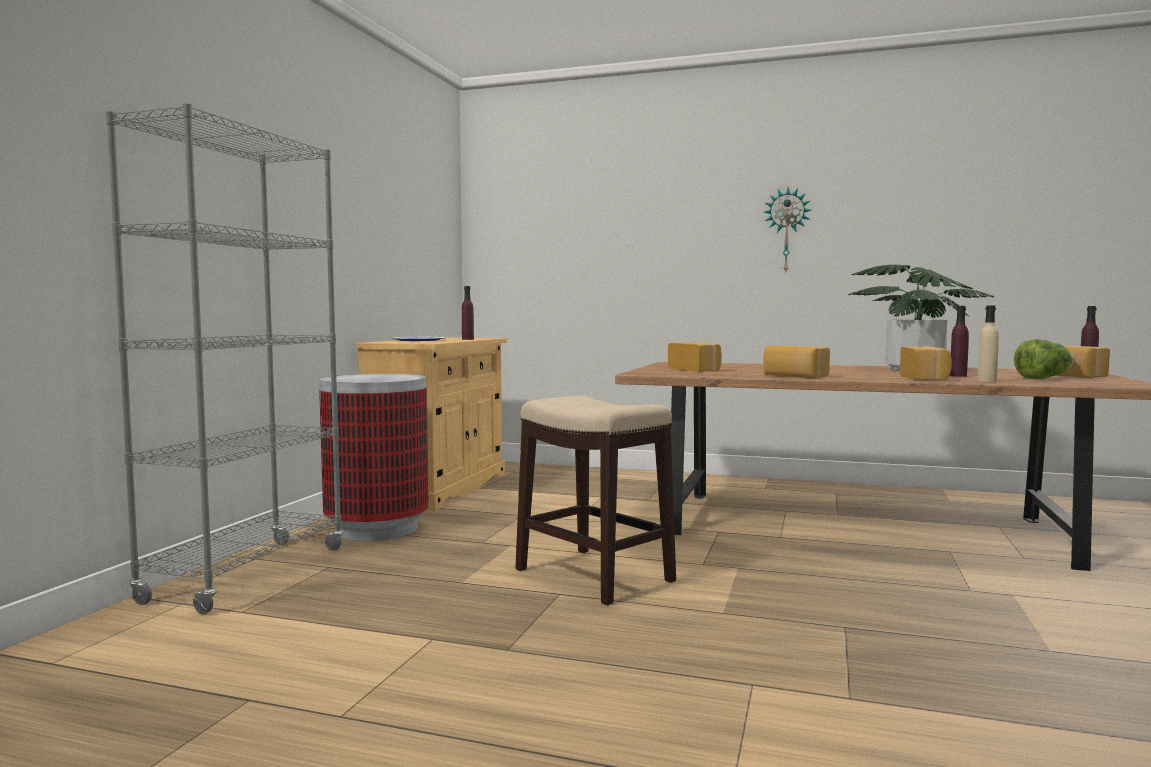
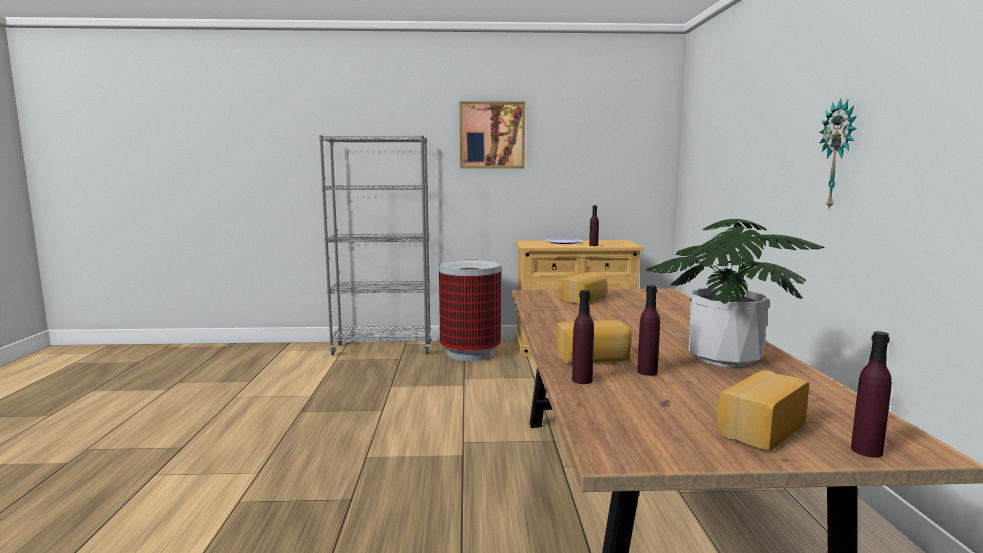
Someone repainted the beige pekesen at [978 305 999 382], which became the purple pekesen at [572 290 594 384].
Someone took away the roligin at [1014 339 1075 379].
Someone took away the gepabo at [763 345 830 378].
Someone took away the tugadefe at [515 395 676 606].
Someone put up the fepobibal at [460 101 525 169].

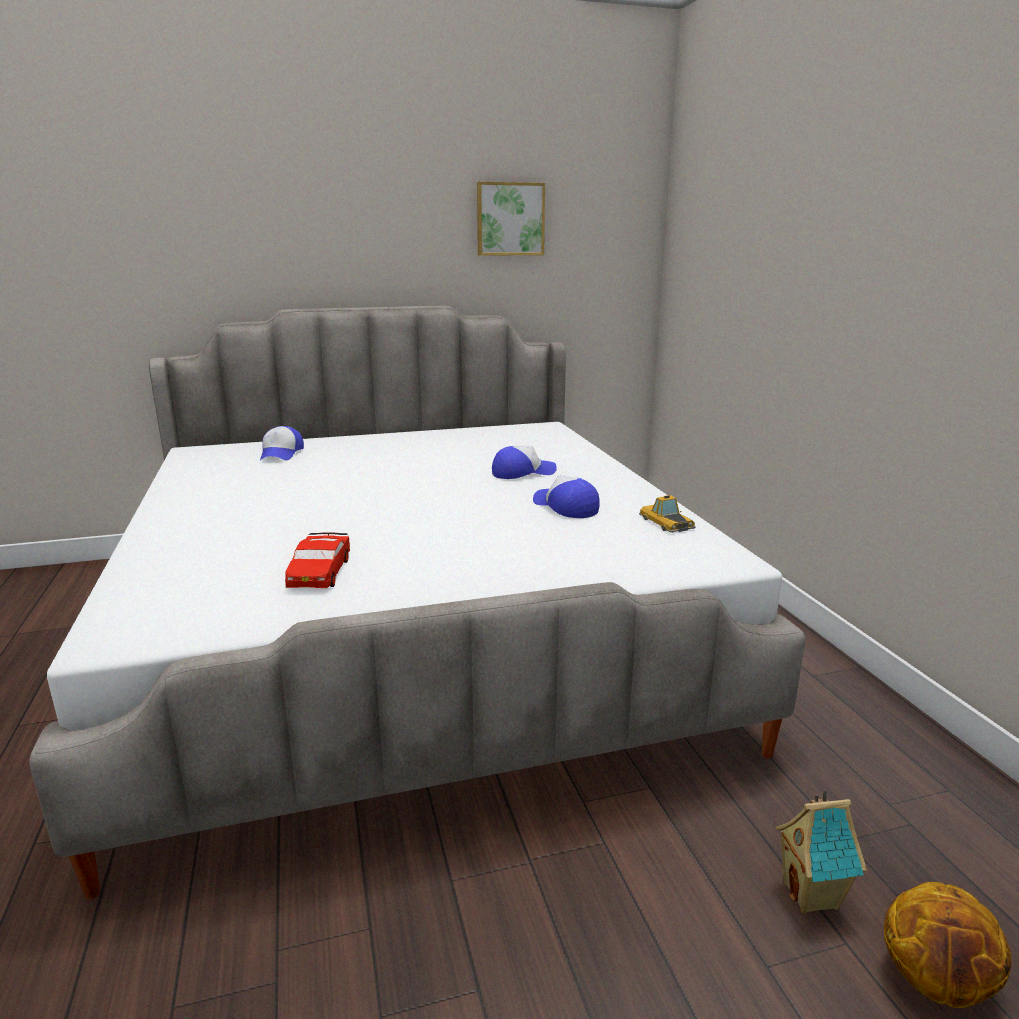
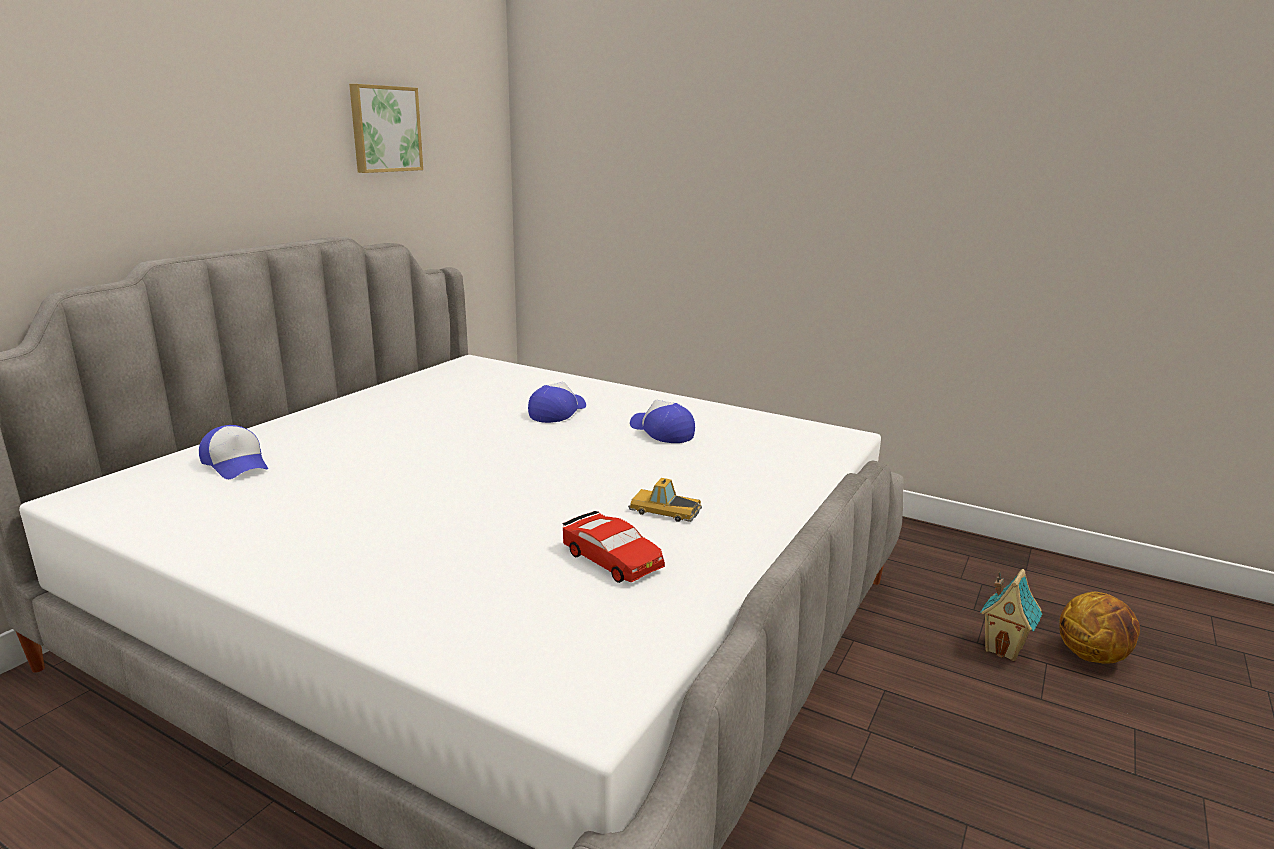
Someone rotated the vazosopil at [533 475 600 518] by 45 degrees clockwise.
Someone carried the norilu from [639 495 696 533] to [628 478 702 522].

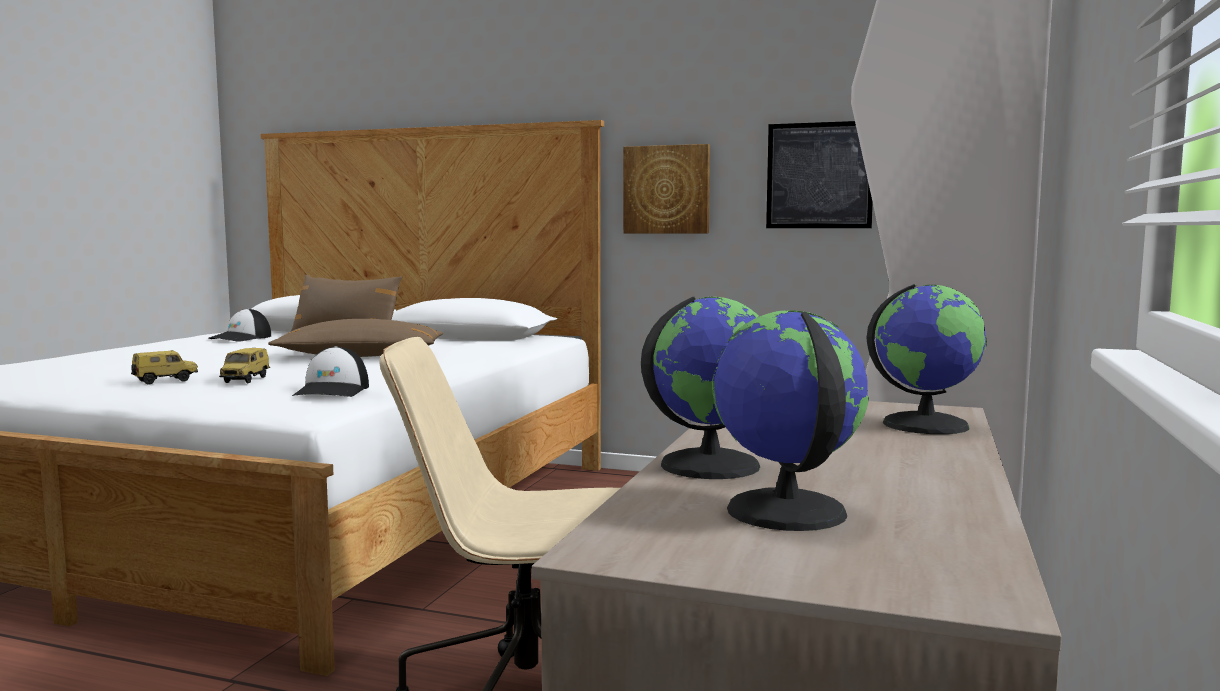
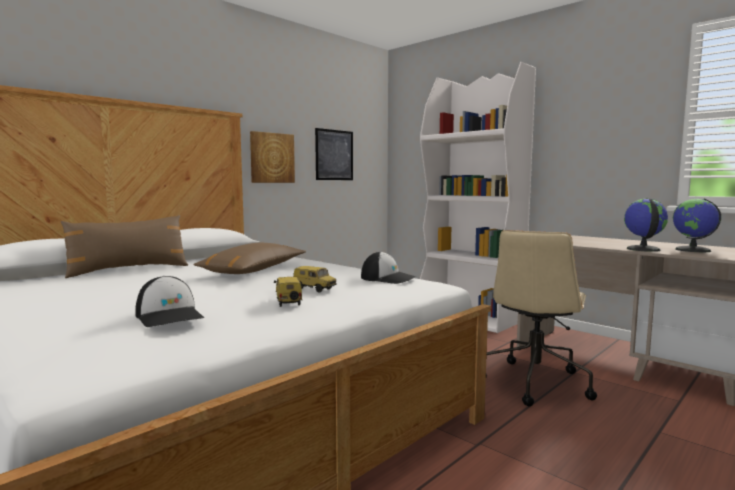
Someone took away the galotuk at [866 284 987 434].
Someone carried the vazosopil from [208 308 271 342] to [135 276 204 327].

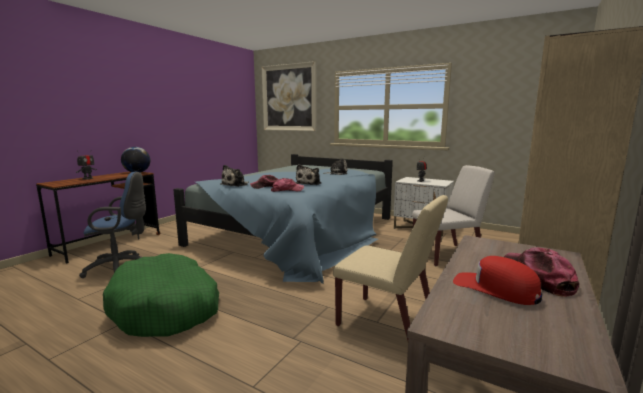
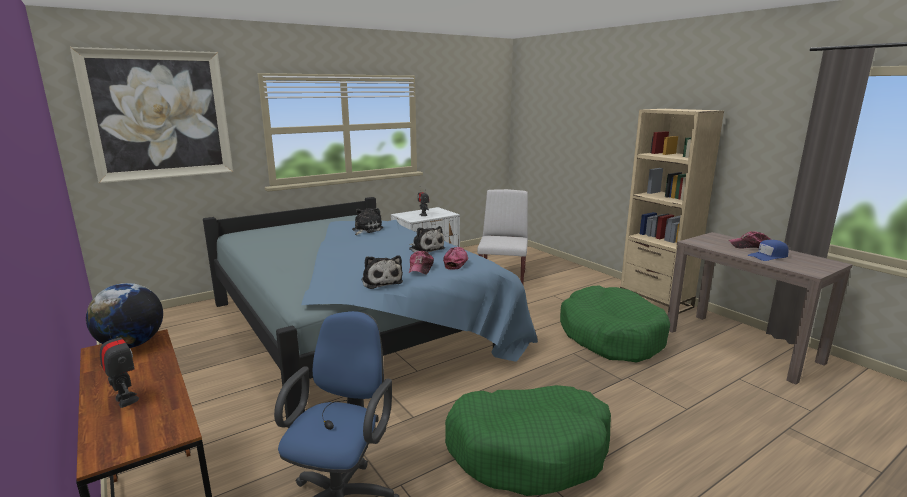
Someone swapped the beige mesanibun at [333 195 448 340] for the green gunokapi at [560 286 670 363].
Someone repainted the red vazosopil at [453 256 542 305], which became the blue vazosopil at [748 240 789 261].

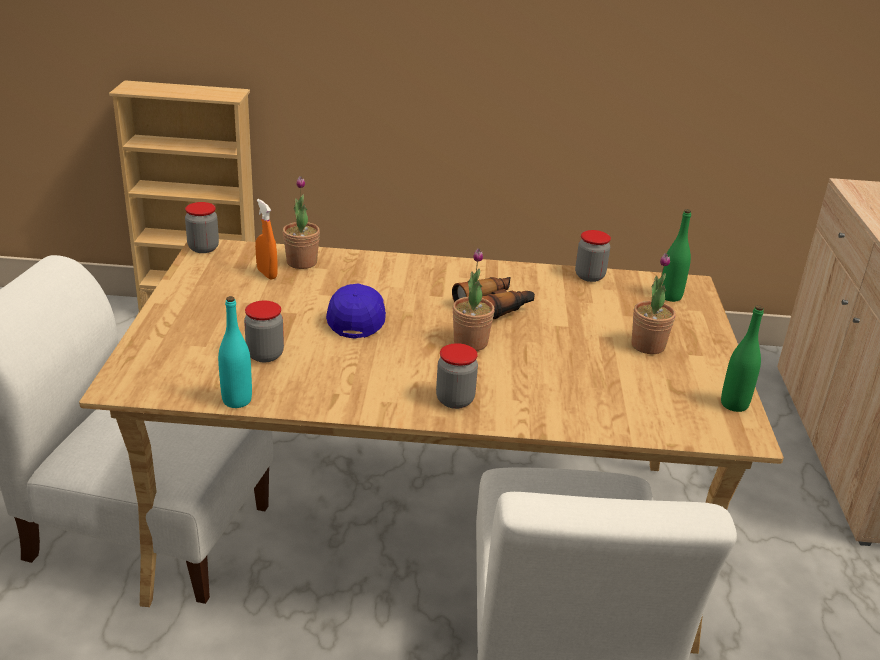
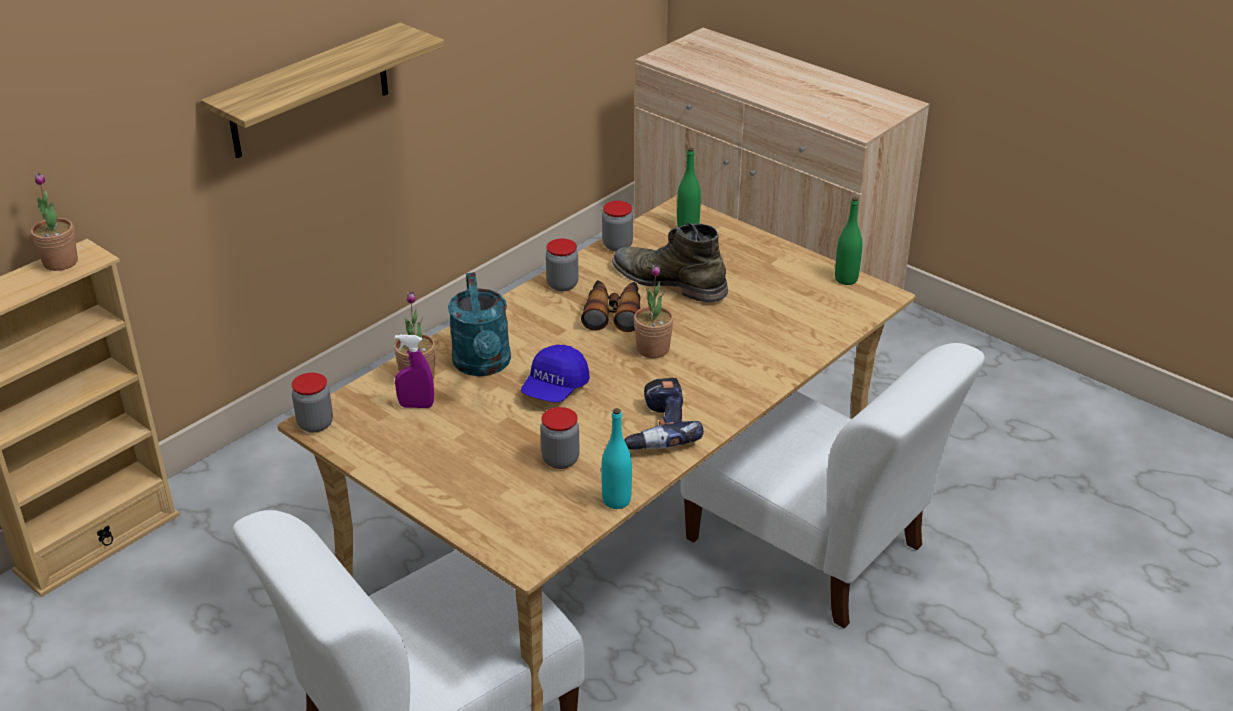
Someone repainted the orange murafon at [255 199 278 280], which became the purple murafon at [395 335 434 408].
Someone carried the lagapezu from [631 253 676 354] to [31 172 78 271].
Someone rotated the blue vazosopil at [326 283 386 339] by 105 degrees counterclockwise.
Someone carried the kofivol from [436 343 478 409] to [546 239 579 291].
Someone put up the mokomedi at [201 23 444 158].
Someone put down the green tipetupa at [612 223 728 302].
Someone put down the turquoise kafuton at [448 272 511 376].
Someone put down the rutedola at [624 378 703 450].

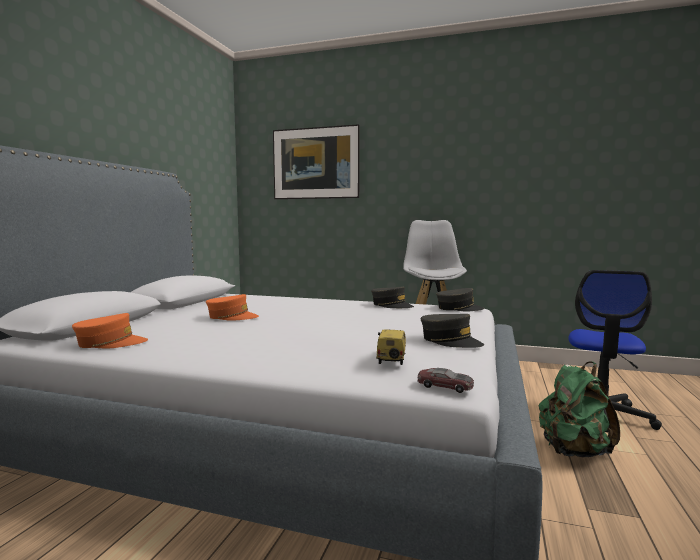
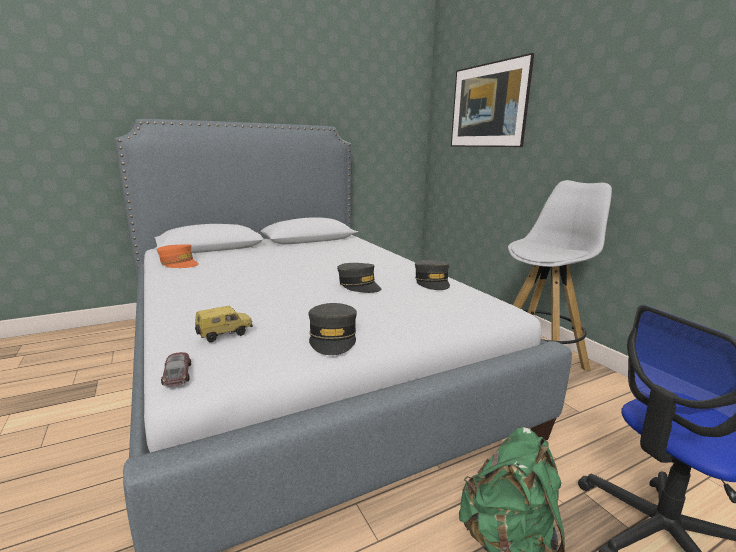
Someone carried the grey vazosopil from [436 288 484 311] to [337 263 381 293].
Someone took away the orange vazosopil at [206 294 259 321].

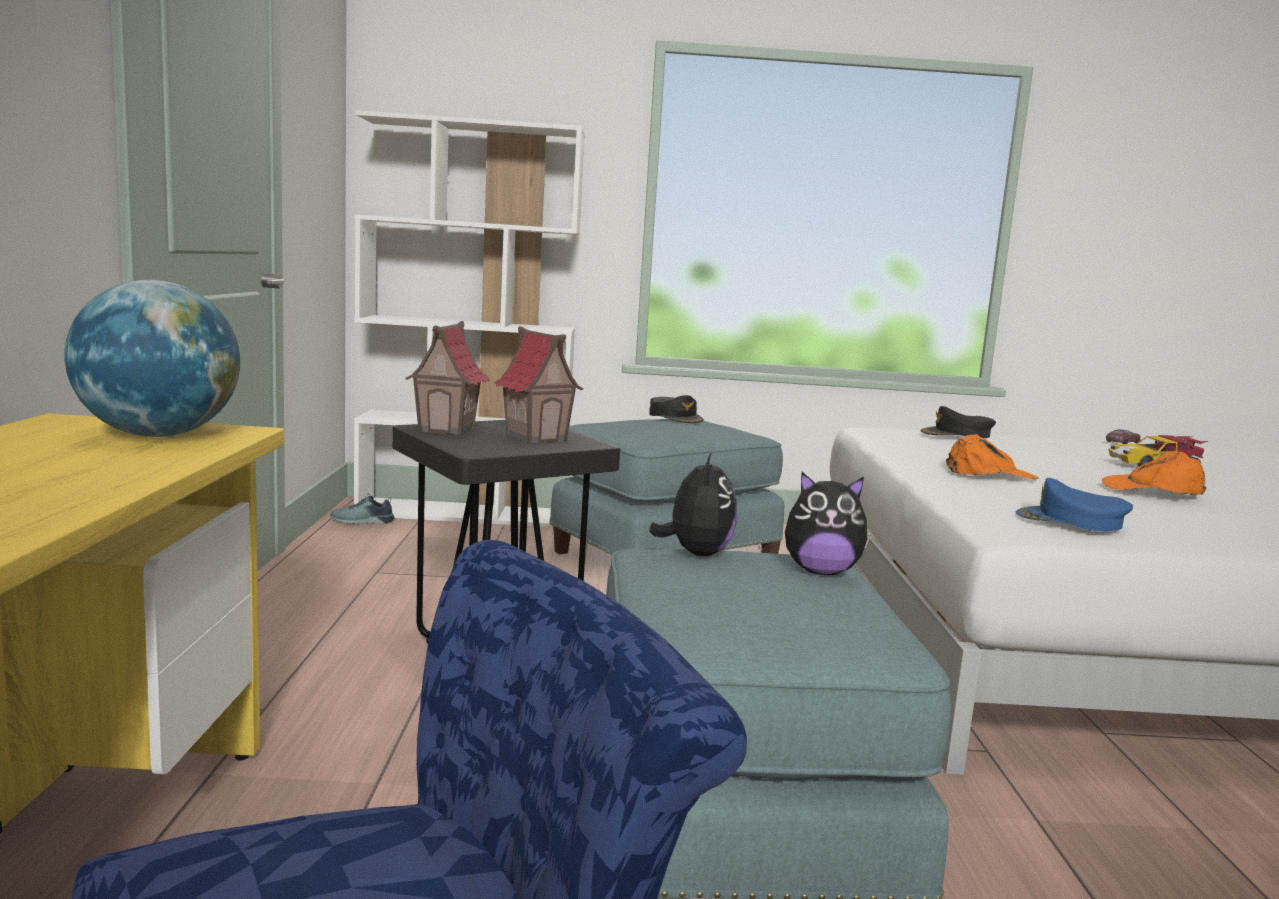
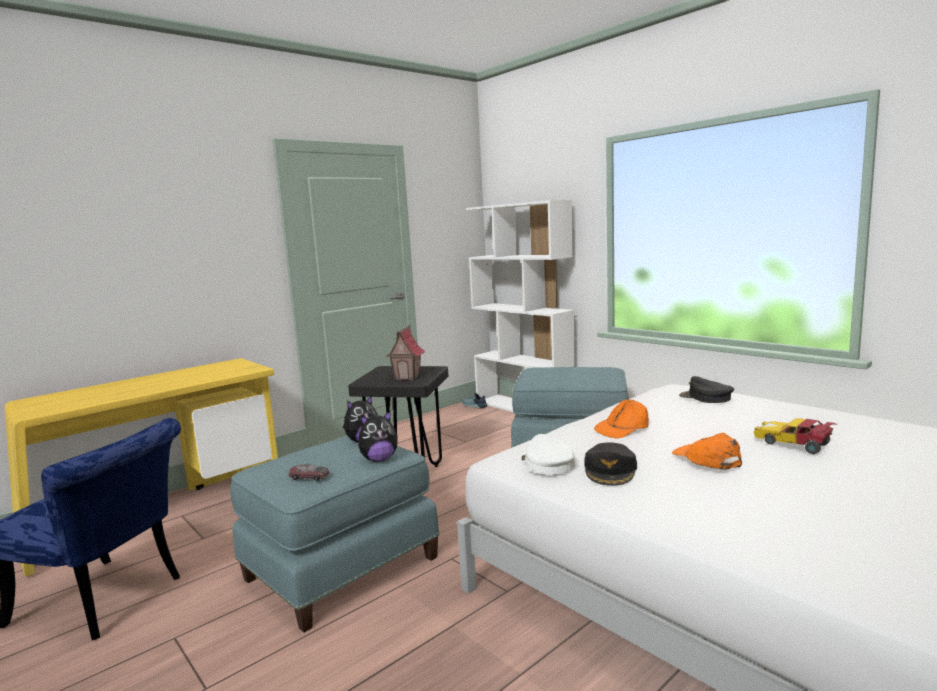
Someone took away the galotuk at [64 280 240 437].
Someone took away the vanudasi at [405 321 489 436].
Someone carried the black vazosopil from [649 395 704 423] to [584 442 637 486].
Someone carried the norilu from [1106 429 1141 444] to [288 464 329 481].
Someone rotated the orange vazosopil at [946 434 1039 480] by 90 degrees clockwise.
Someone rotated the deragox at [785 472 870 575] by 75 degrees counterclockwise.
Someone repainted the blue vazosopil at [1015 478 1133 531], which became the white vazosopil at [521 434 575 474].

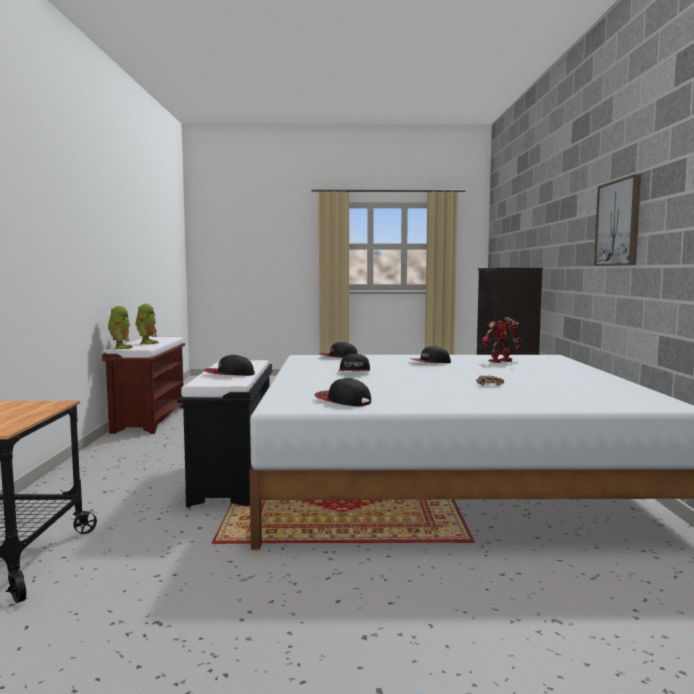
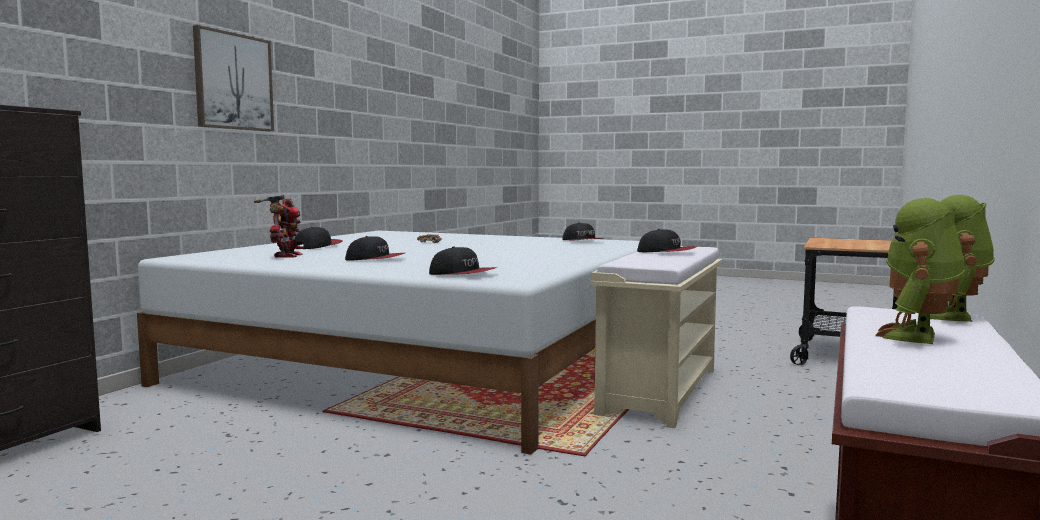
Someone rotated the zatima at [482 317 522 363] by 90 degrees counterclockwise.
Someone carried the vazosopil from [338 353 370 372] to [295 227 343 249].
Someone repainted the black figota at [177 360 272 507], which became the beige figota at [590 246 722 428].

